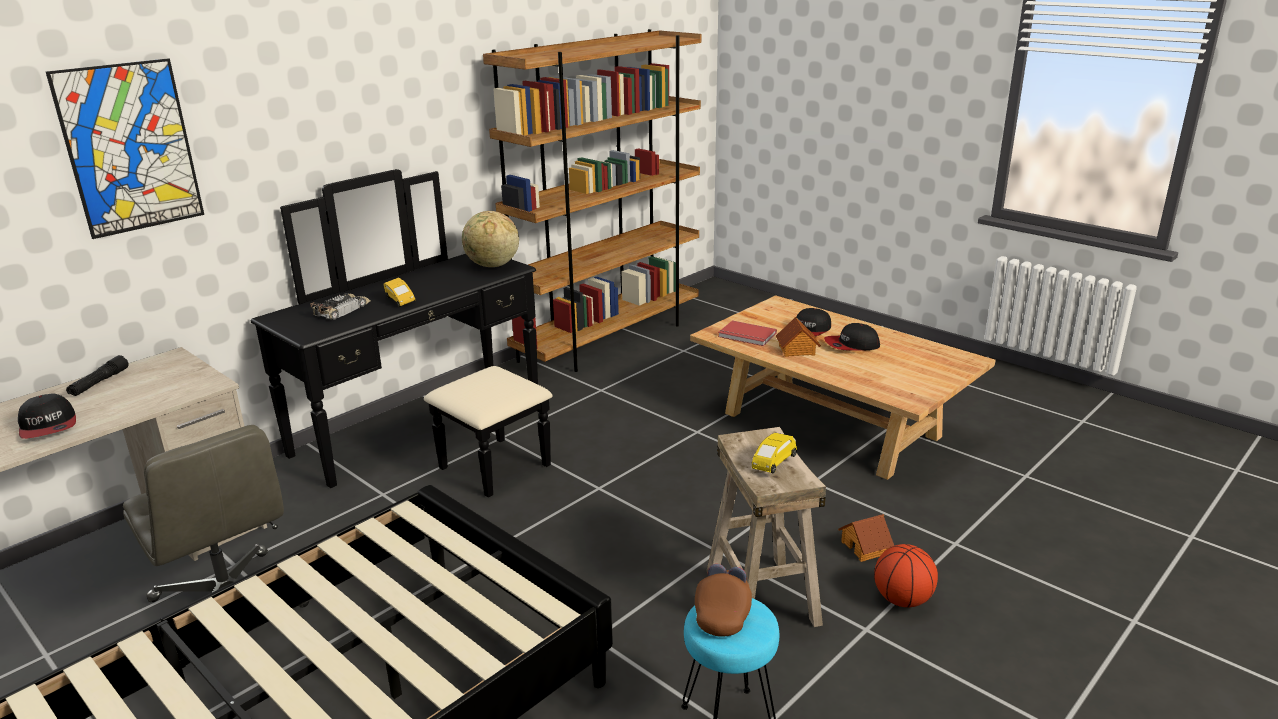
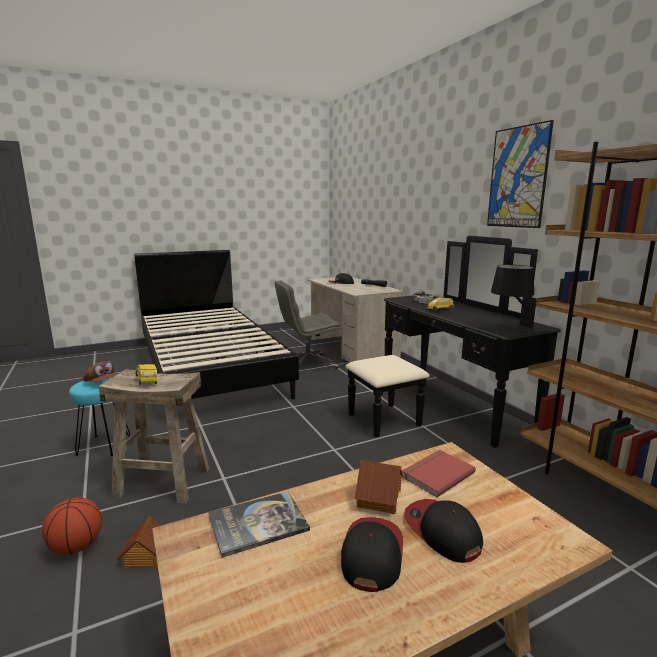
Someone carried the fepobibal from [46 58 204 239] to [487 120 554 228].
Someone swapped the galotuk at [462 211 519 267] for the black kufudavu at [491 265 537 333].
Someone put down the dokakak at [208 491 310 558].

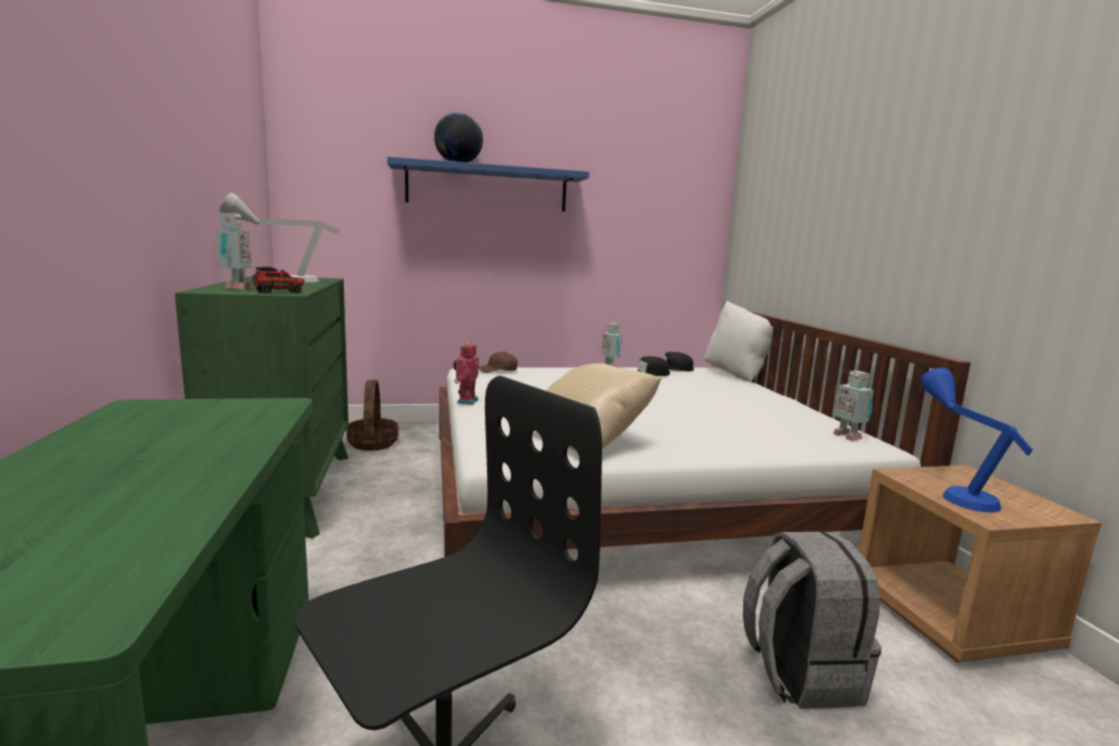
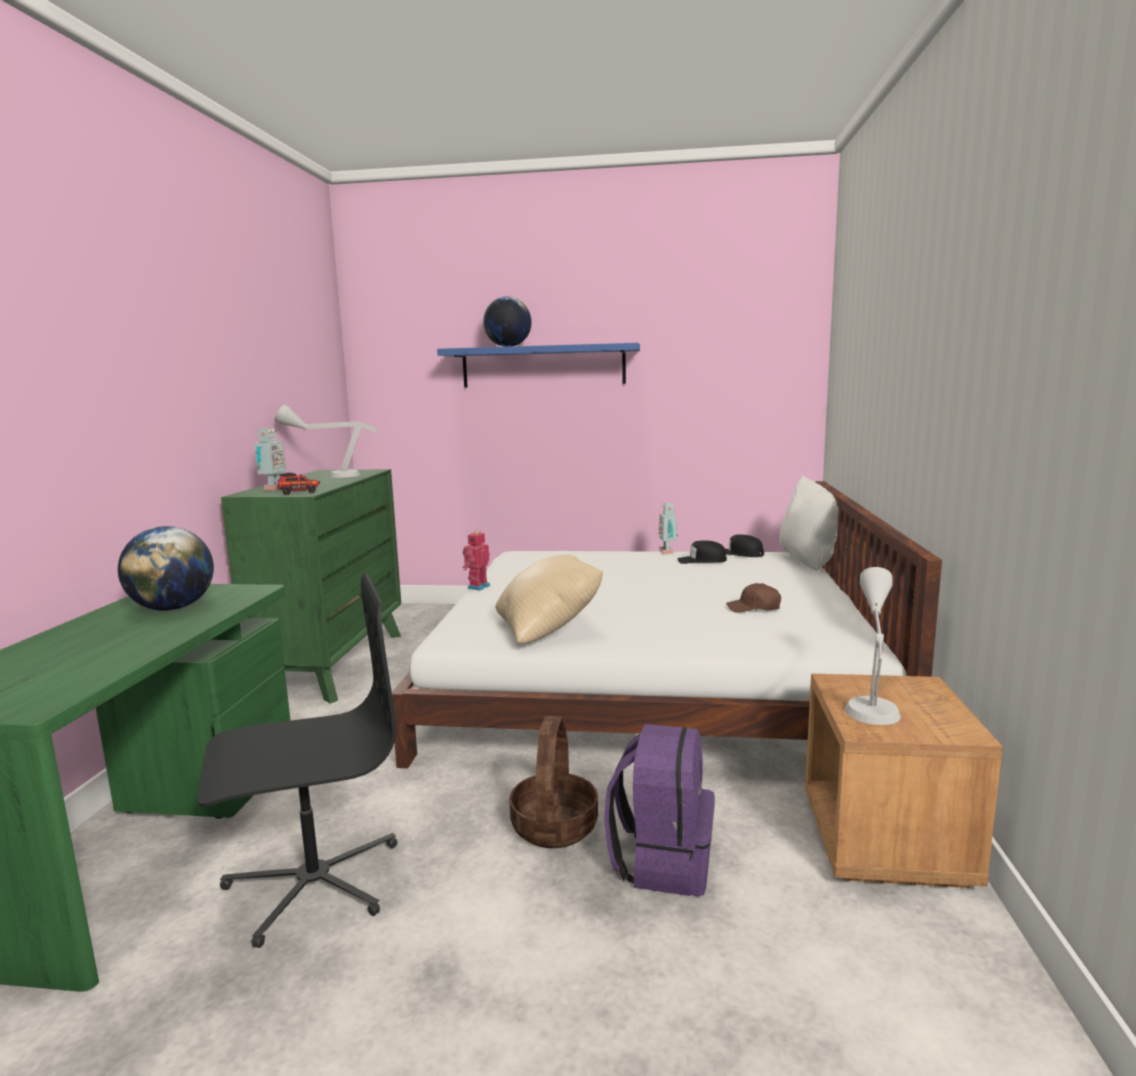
Someone carried the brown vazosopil from [479 351 518 373] to [726 583 781 613].
Someone repainted the blue kufudavu at [920 368 1033 513], which became the grey kufudavu at [844 567 901 725].
Someone took away the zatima at [833 371 874 441].
Someone carried the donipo from [346 380 399 451] to [509 716 598 848].
Someone repainted the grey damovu at [743 531 882 709], which became the purple damovu at [604 724 715 896].
Someone put down the galotuk at [118 526 214 611].

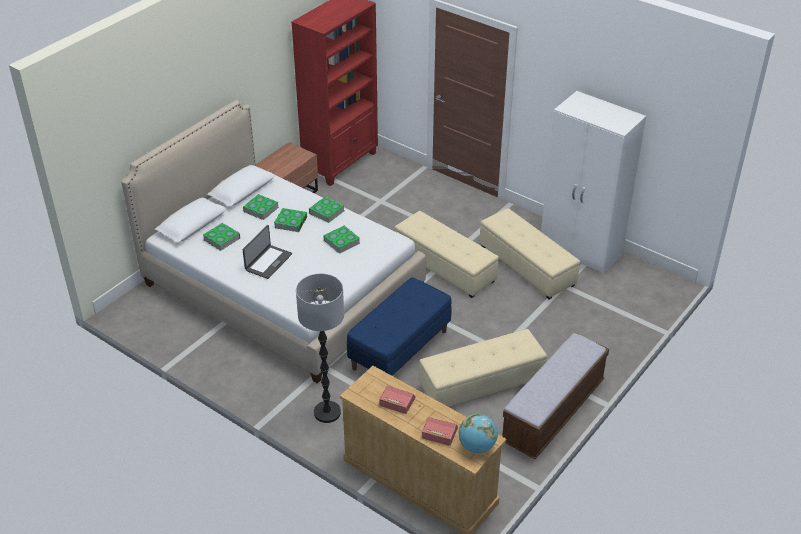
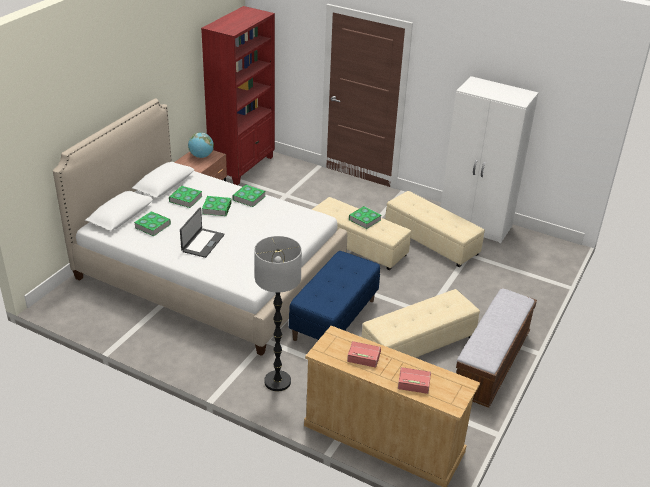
Someone carried the dokakak from [323 225 360 254] to [349 206 381 229].
Someone carried the galotuk from [459 414 498 453] to [188 132 214 158].

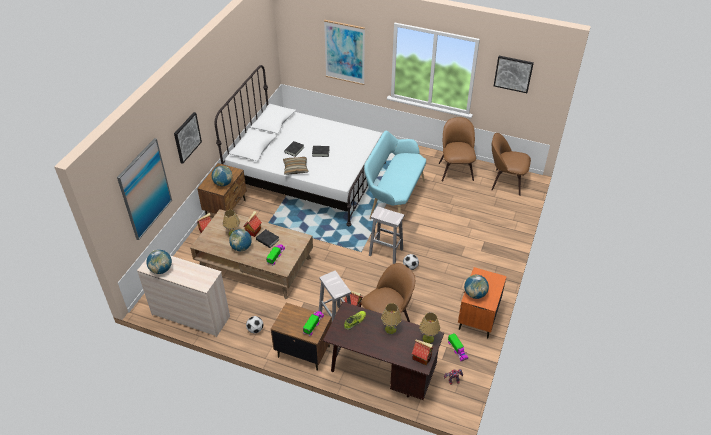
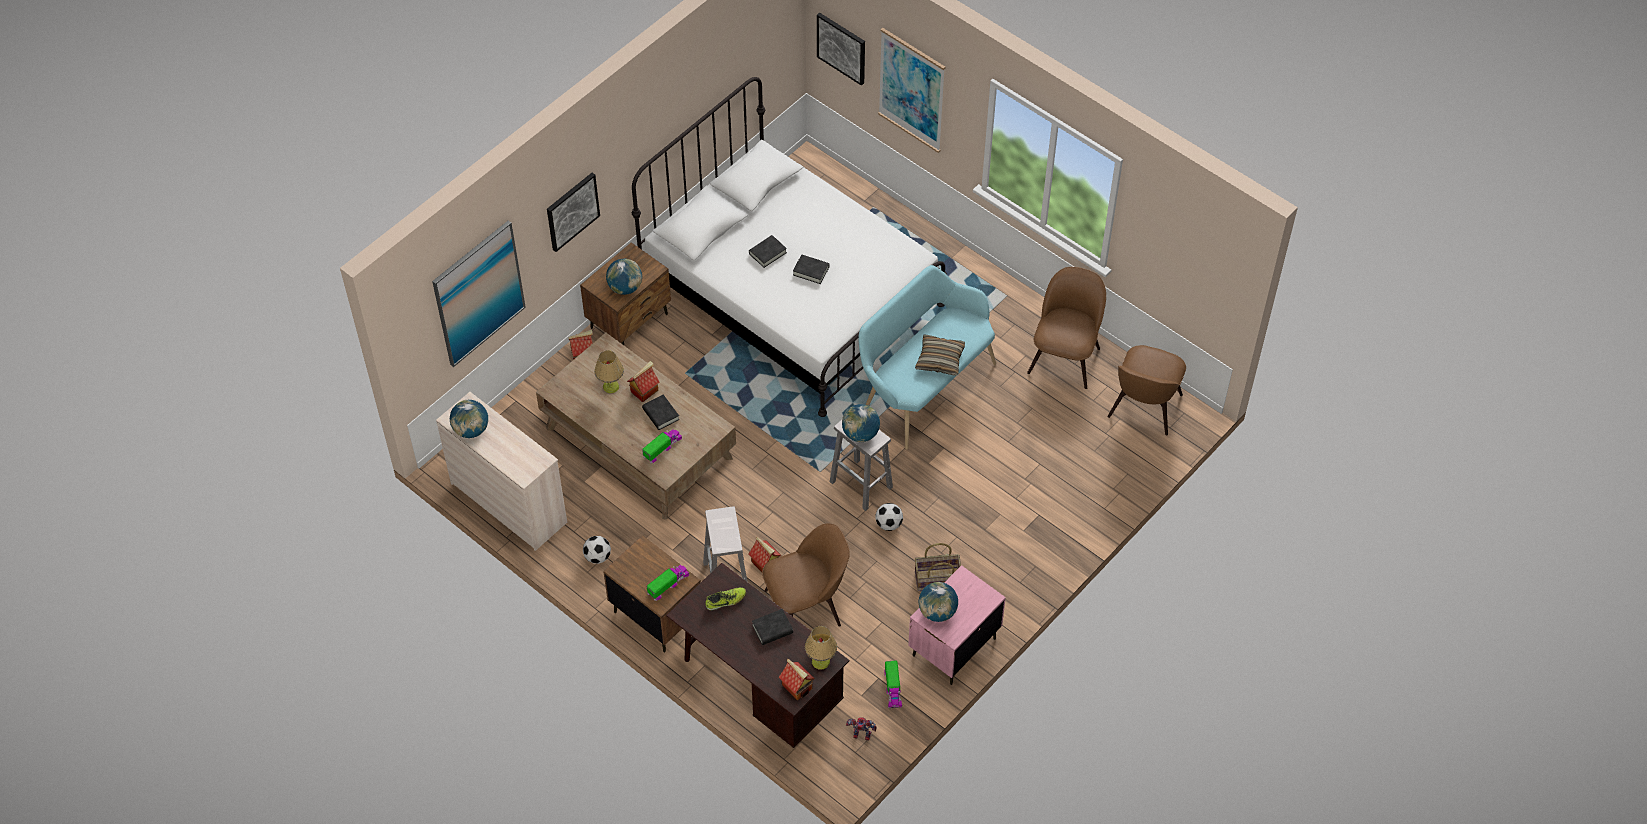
Someone carried the fepobibal from [494 56 534 93] to [817 12 865 86].
Someone rotated the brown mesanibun at [491 133 531 196] by 105 degrees counterclockwise.
Someone carried the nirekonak from [283 157 308 175] to [915 335 965 376].
Someone carried the galotuk from [229 229 252 251] to [842 404 880 442].
Someone repainted the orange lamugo at [458 267 507 338], which became the pink lamugo at [908 565 1006 685].
Someone swapped the kufudavu at [381 303 402 334] for the black dokakak at [752 609 793 645].
Someone put down the donipo at [915 543 961 591].

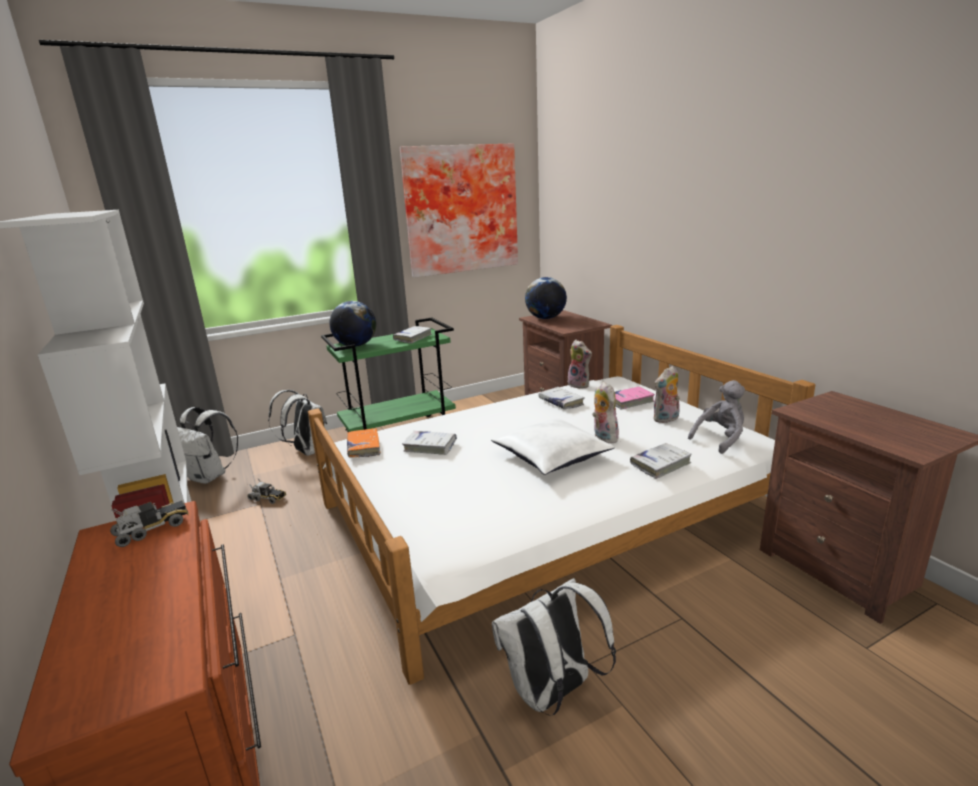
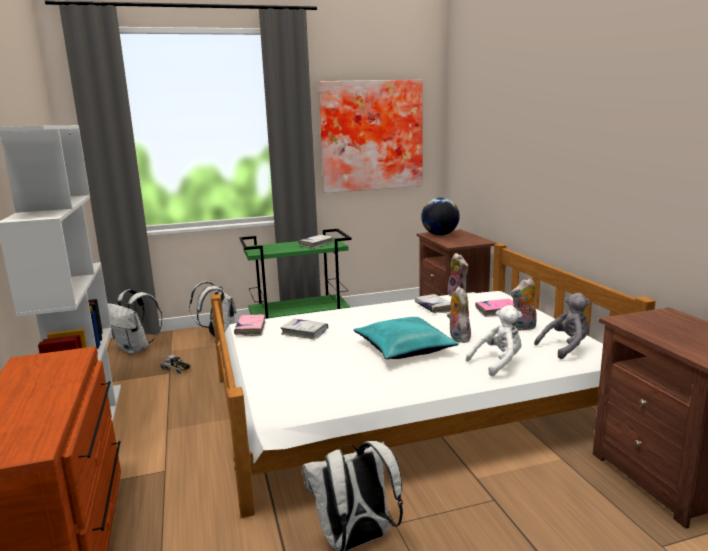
Someone took away the galotuk at [329 301 376 347].
Someone repainted the white nirekonak at [491 418 615 475], which became the turquoise nirekonak at [354 317 459 359].
Someone repainted the orange dokakak at [347 428 380 458], which became the pink dokakak at [234 314 265 336].
Someone swapped the white dokakak at [630 443 691 479] for the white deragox at [466 305 522 377].
Someone took away the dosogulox at [110 500 189 547].

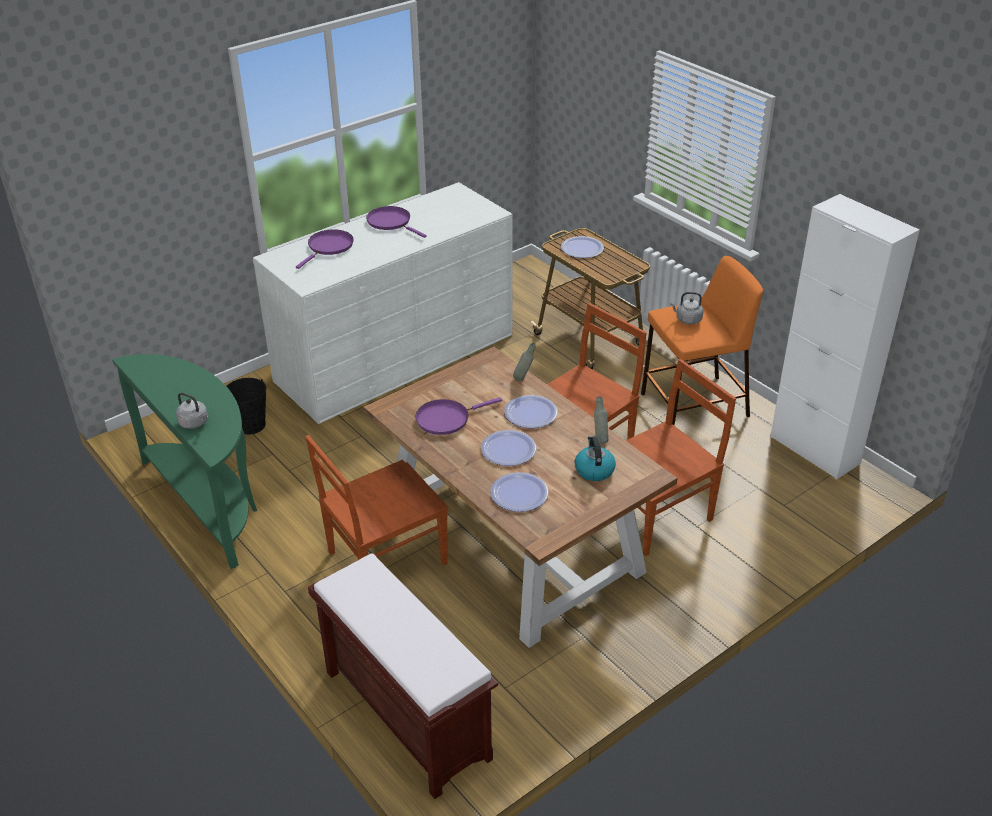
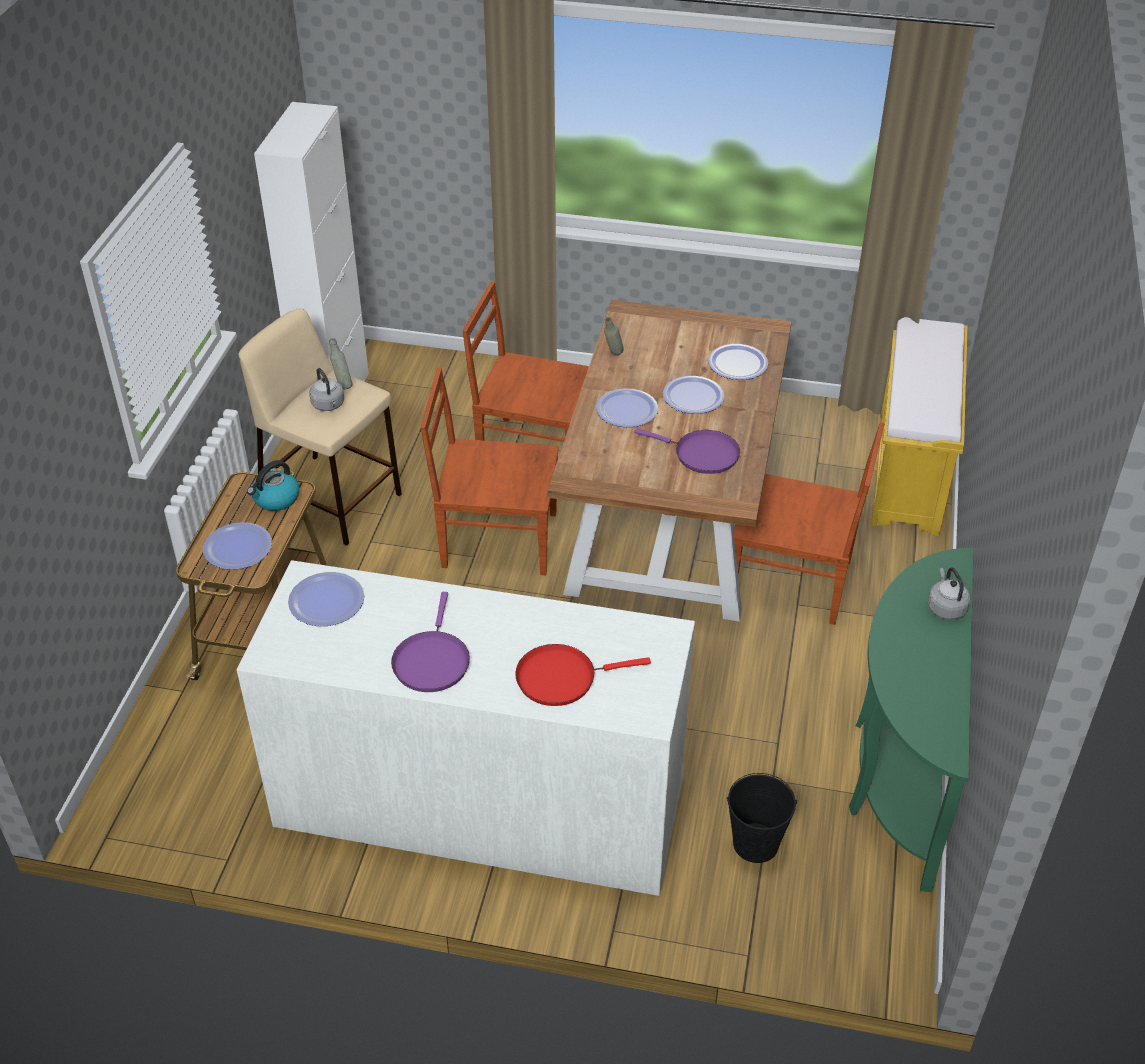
Someone repainted the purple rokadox at [296 229 354 269], which became the red rokadox at [515 644 651 706].
Someone repainted the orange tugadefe at [641 256 763 426], which became the beige tugadefe at [239 309 402 546].
Someone carried the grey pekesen from [513 343 536 381] to [329 338 353 390].
Someone carried the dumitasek from [575 436 616 481] to [247 460 299 511].
Someone repainted the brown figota at [308 553 498 799], which became the yellow figota at [871 317 967 536].
Someone put down the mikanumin at [288 572 364 626].

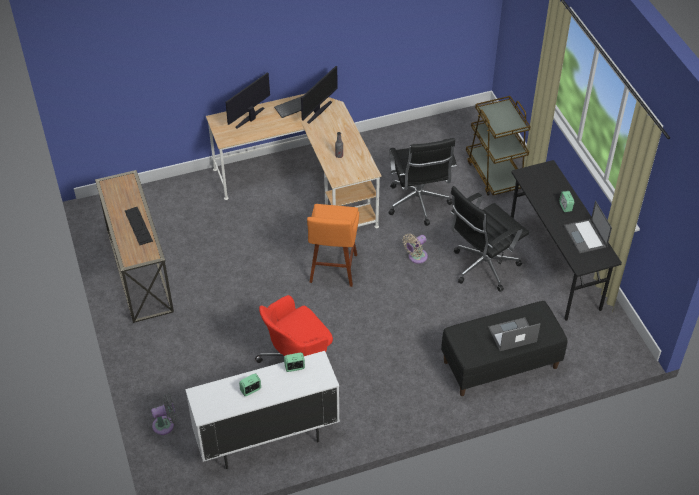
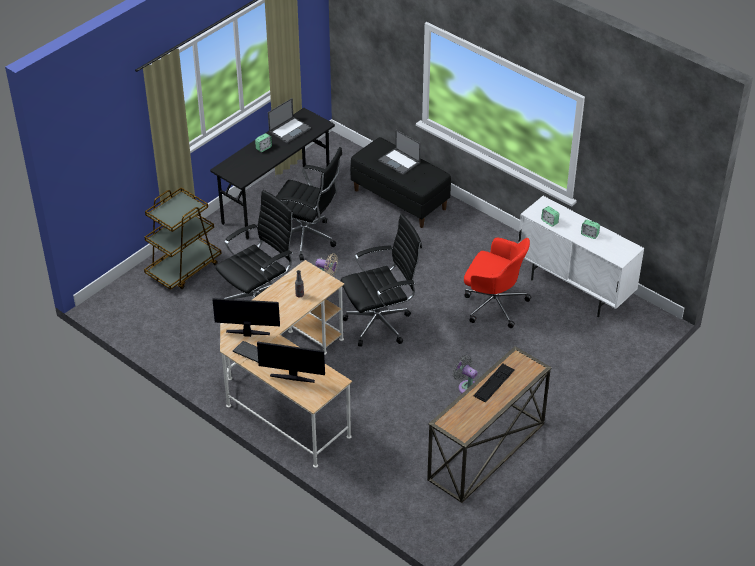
Someone swapped the orange tugadefe at [307 204 359 287] for the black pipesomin at [341 214 422 347].
Someone carried the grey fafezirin from [151 394 177 435] to [452 355 478 393].

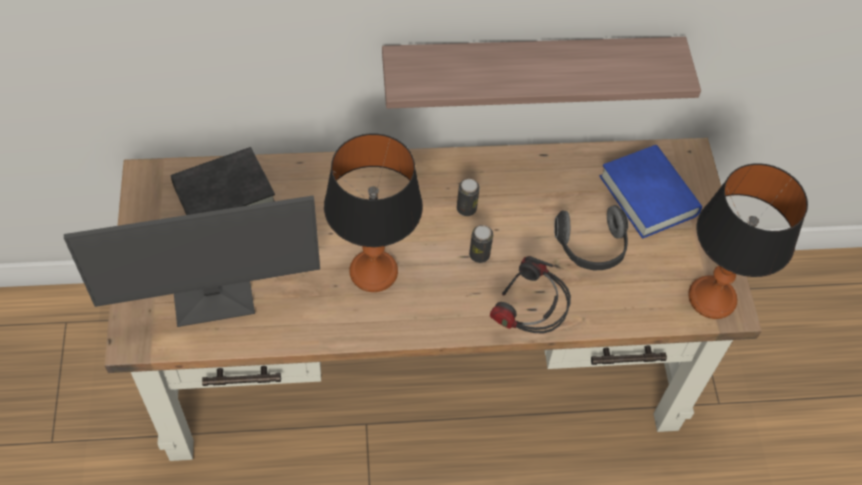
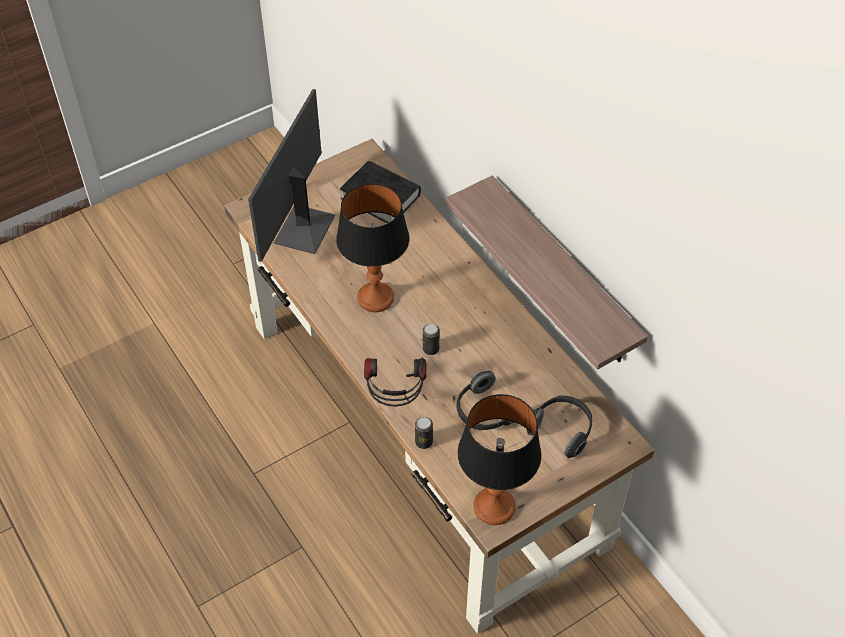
Someone swapped the blue dokakak at [600 145 702 239] for the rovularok at [526 395 592 458].
Someone carried the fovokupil from [457 179 480 216] to [415 417 433 449].
Someone rotated the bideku at [64 195 320 327] by 60 degrees clockwise.

